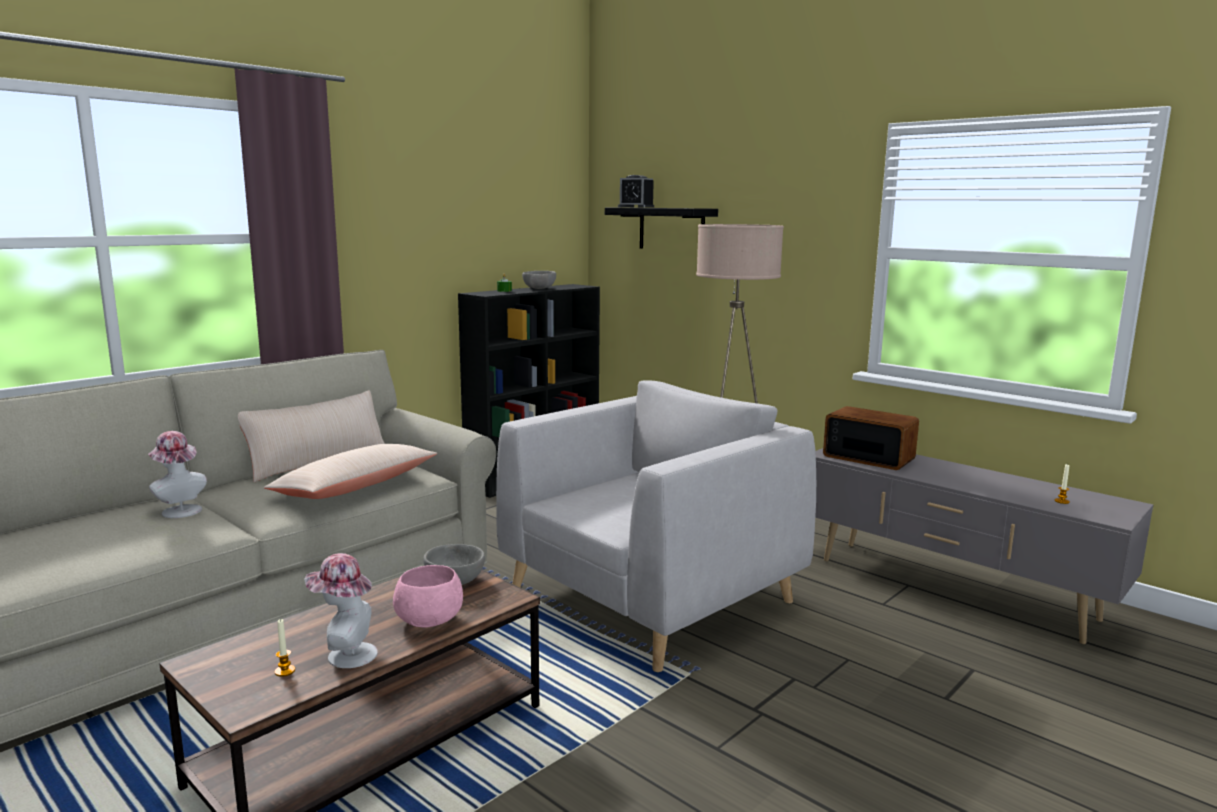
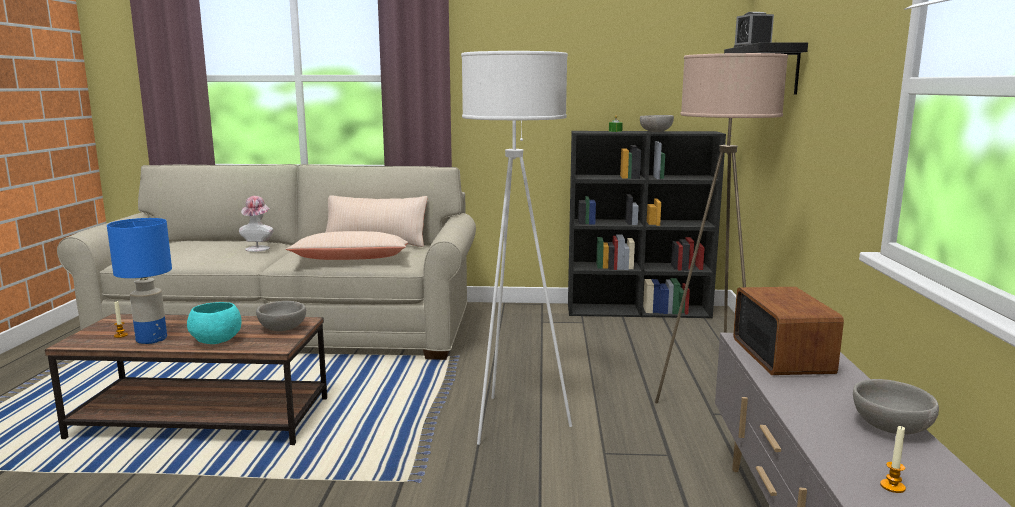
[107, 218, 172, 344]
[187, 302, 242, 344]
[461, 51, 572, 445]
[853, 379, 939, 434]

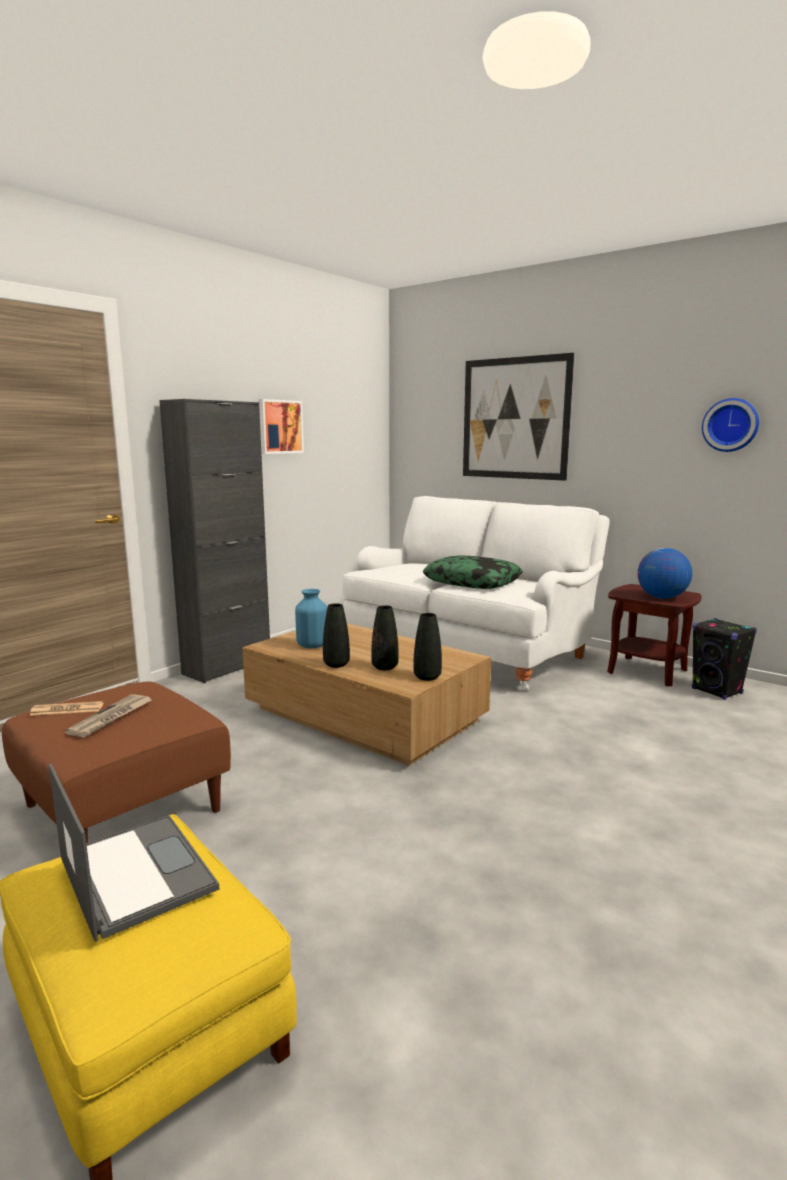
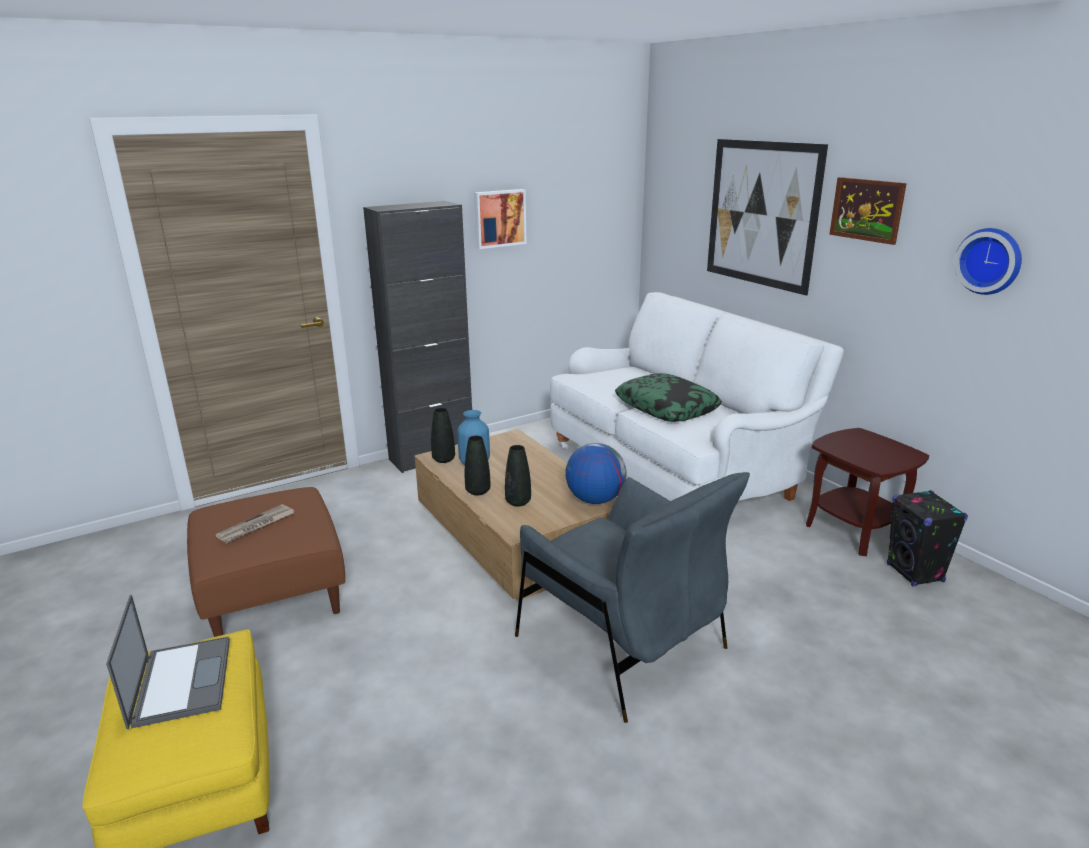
[431, 408, 455, 463]
[515, 472, 750, 723]
[565, 443, 627, 504]
[829, 177, 907, 245]
[29, 701, 104, 716] (first image)

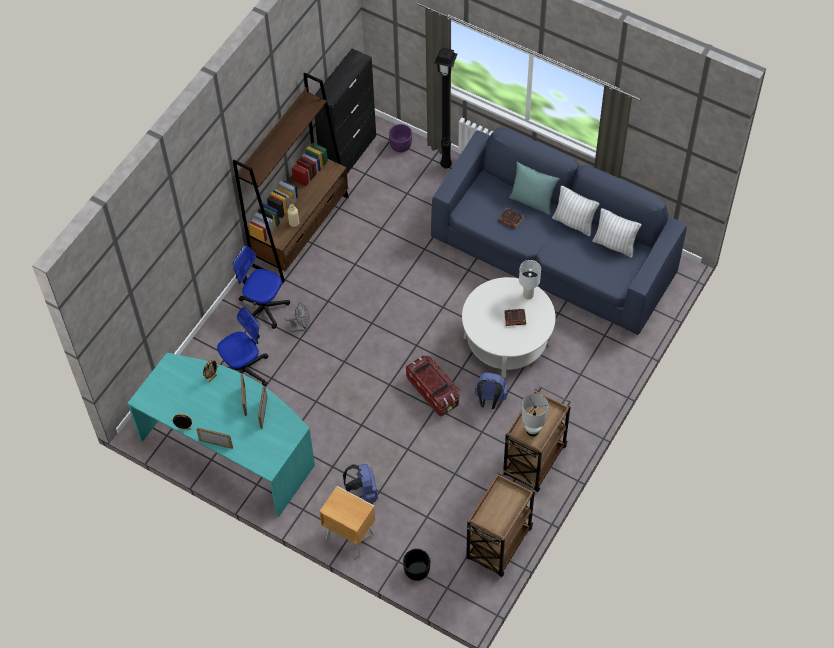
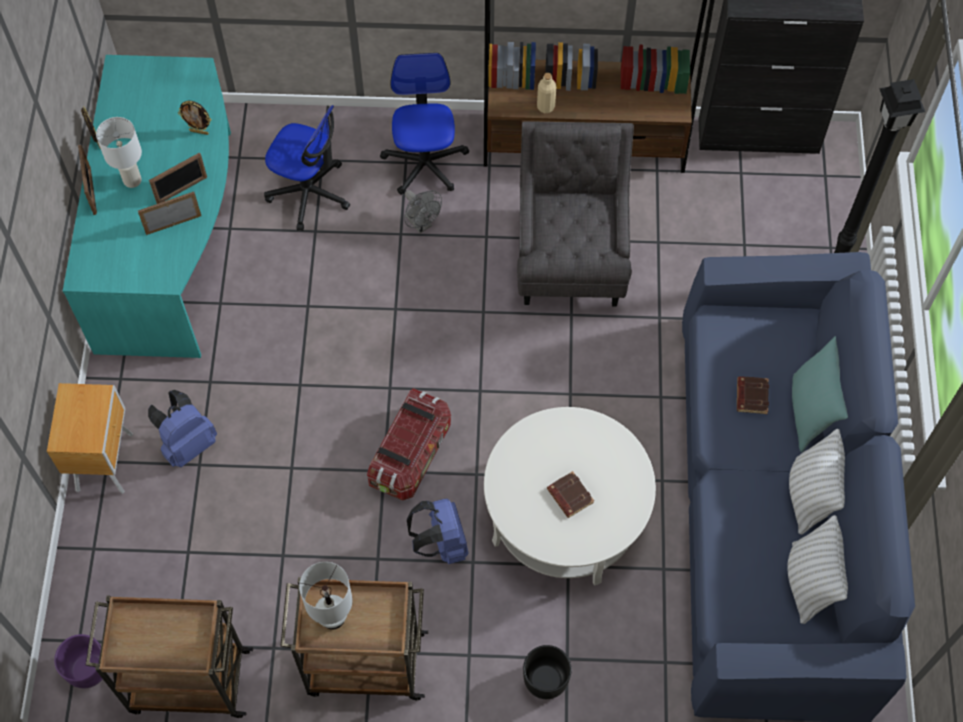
[54, 634, 107, 688]
[96, 117, 142, 188]
[517, 121, 634, 306]
[523, 645, 572, 699]

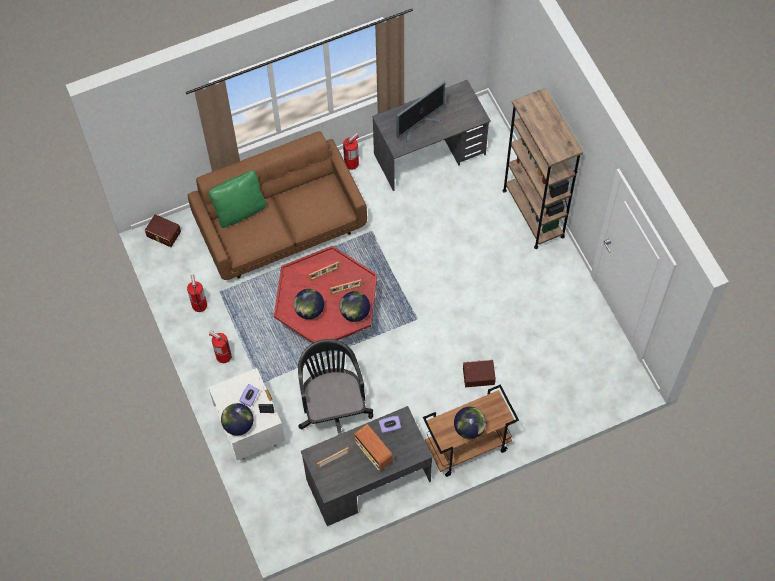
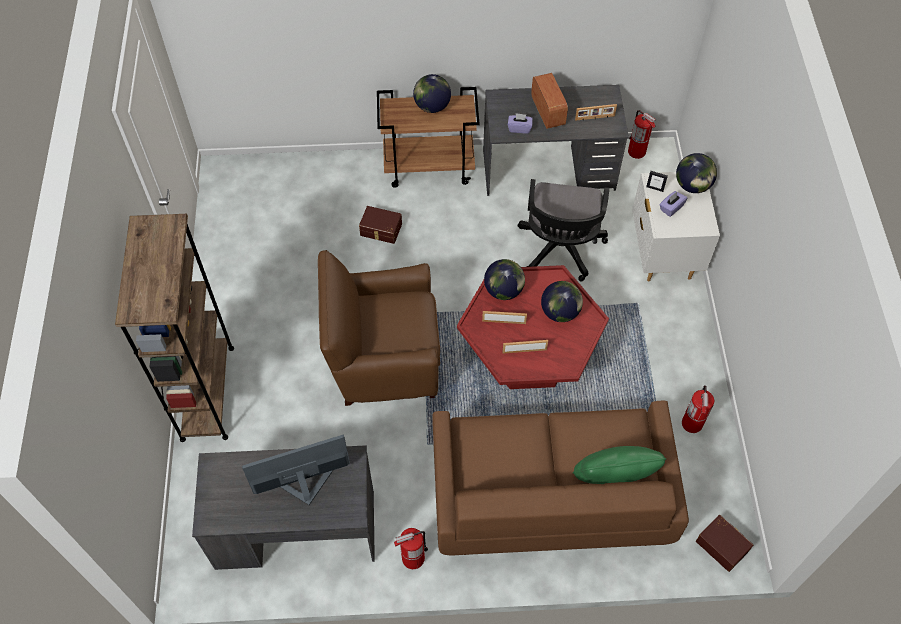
[318, 250, 440, 406]
[628, 110, 656, 159]

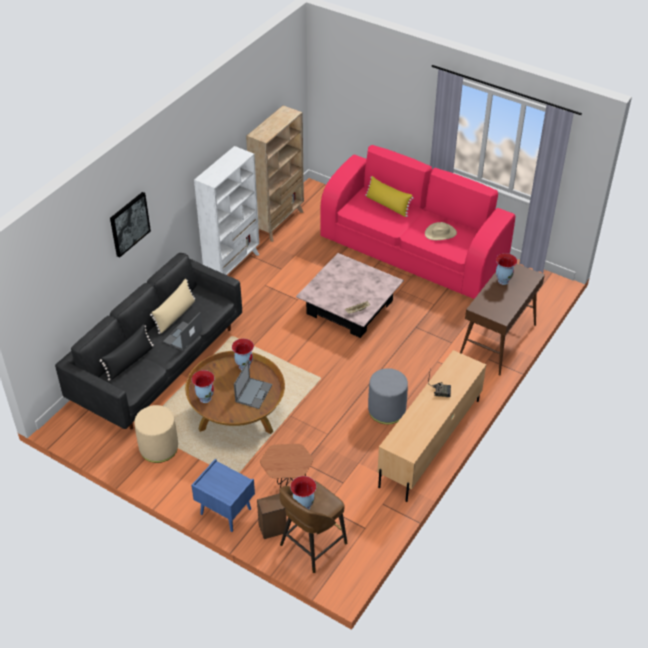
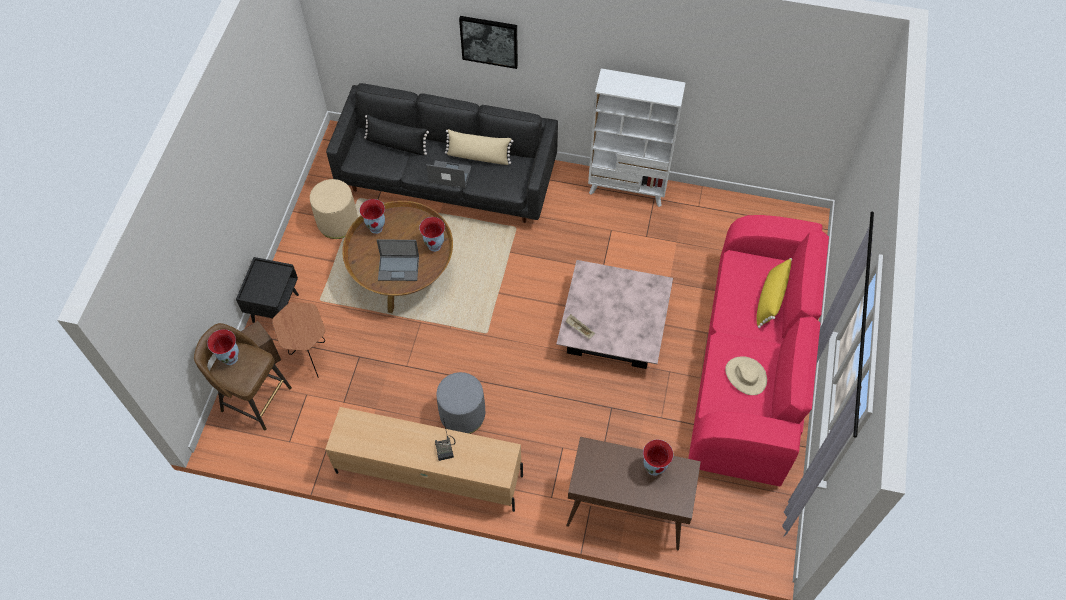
[236, 257, 299, 323]
[246, 105, 304, 242] (first image)

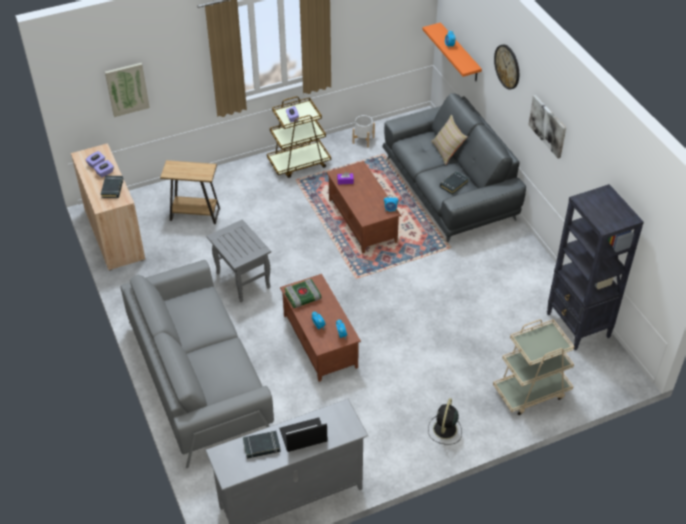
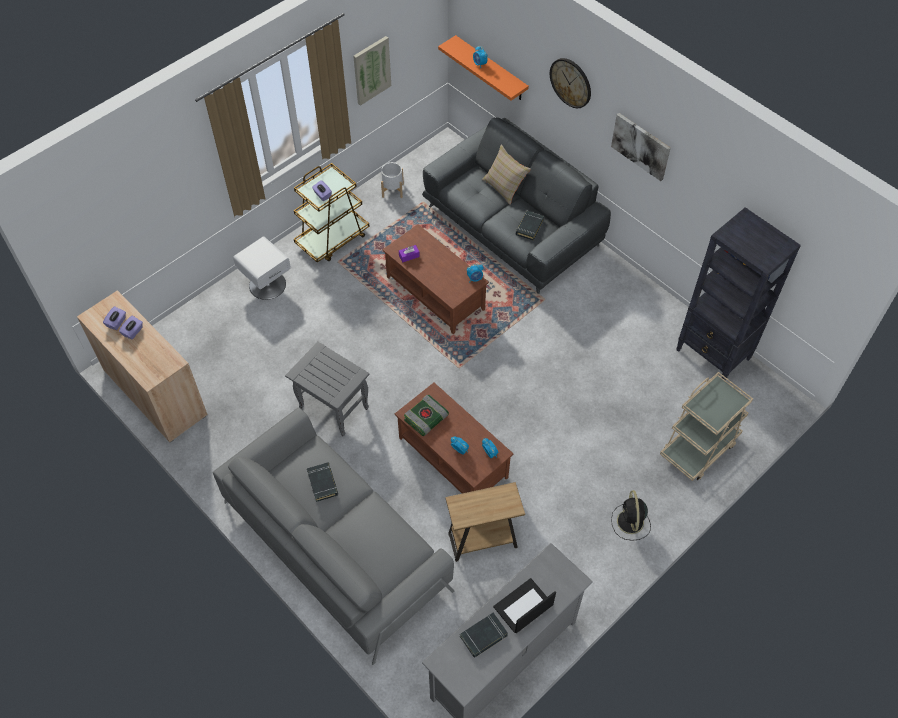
[233, 237, 291, 300]
[307, 462, 338, 502]
[353, 36, 391, 106]
[445, 482, 525, 562]

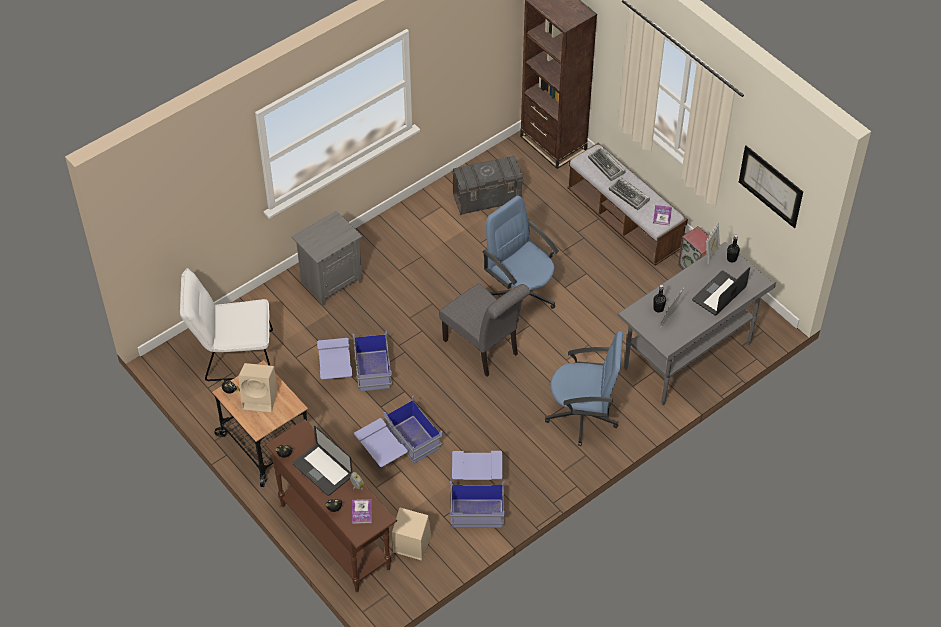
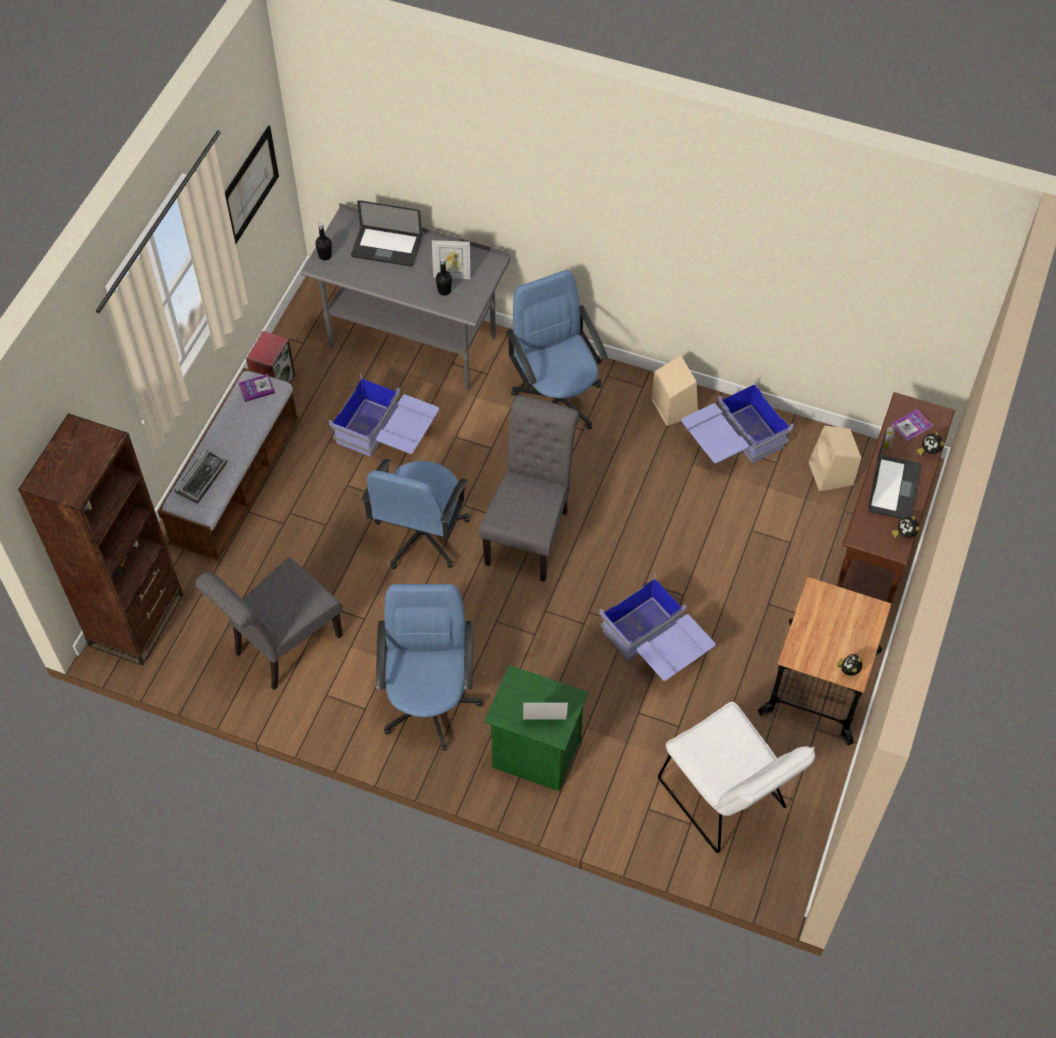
[195, 557, 343, 690]
[329, 373, 439, 457]
[376, 584, 483, 751]
[484, 665, 588, 791]
[523, 703, 568, 720]
[652, 355, 698, 426]
[609, 177, 650, 210] (first image)

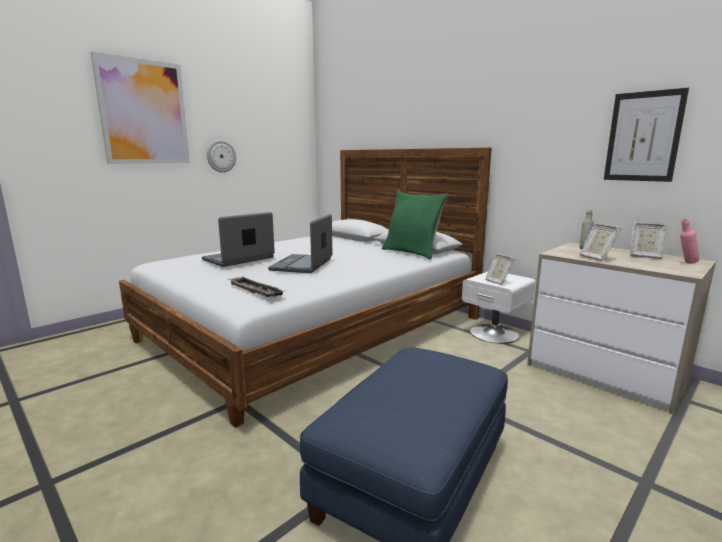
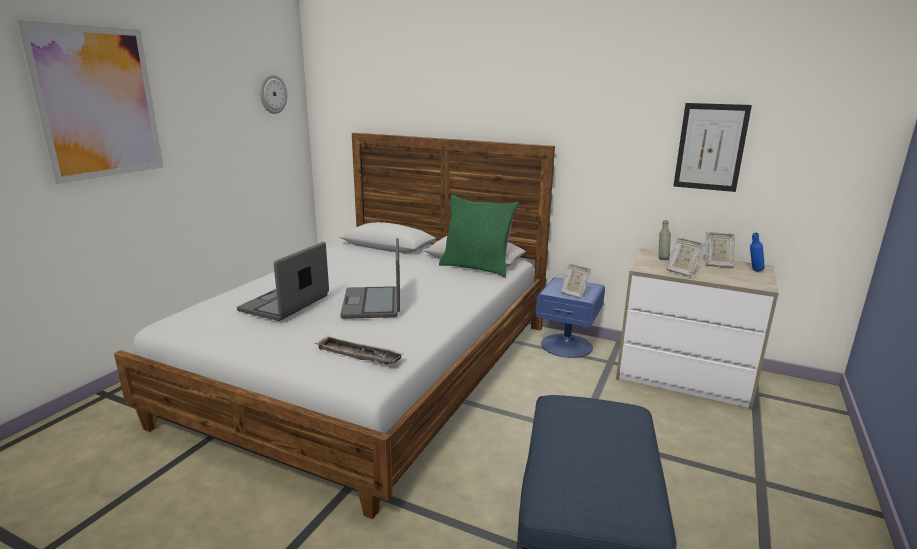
[260, 74, 287, 114]
[536, 277, 605, 358]
[750, 232, 764, 271]

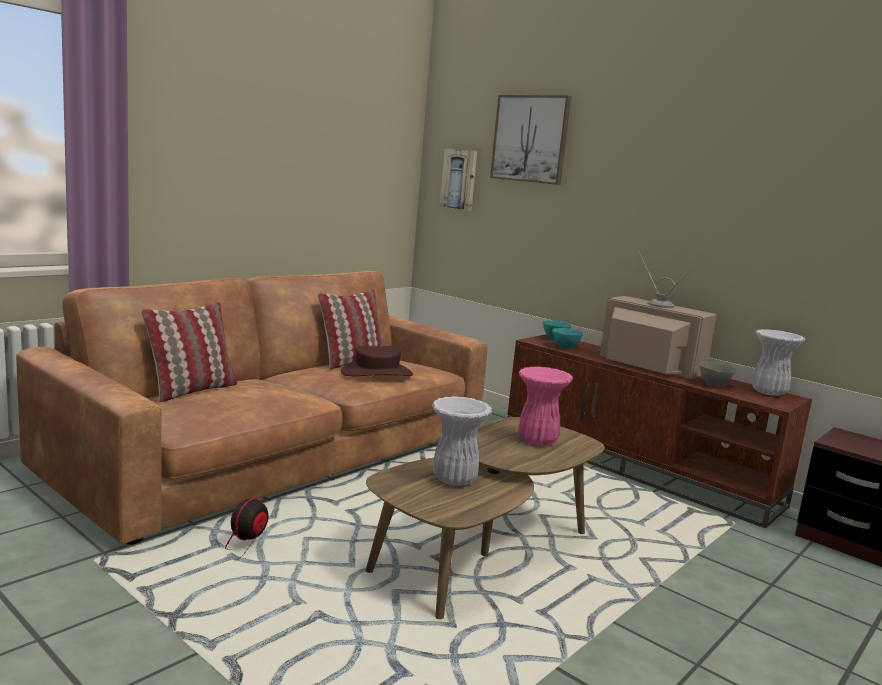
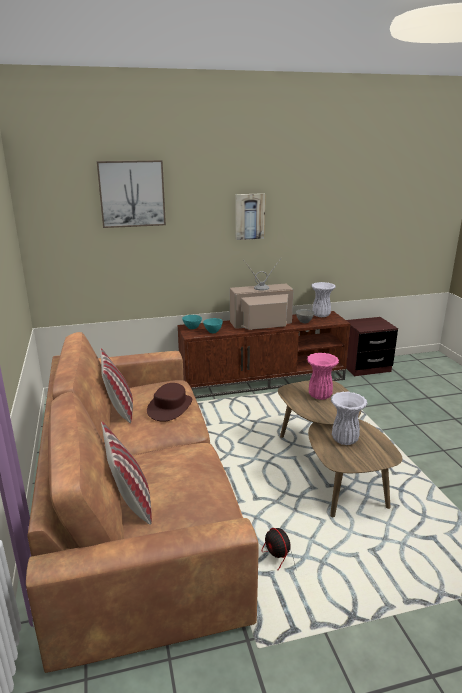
[235, 193, 265, 240]

